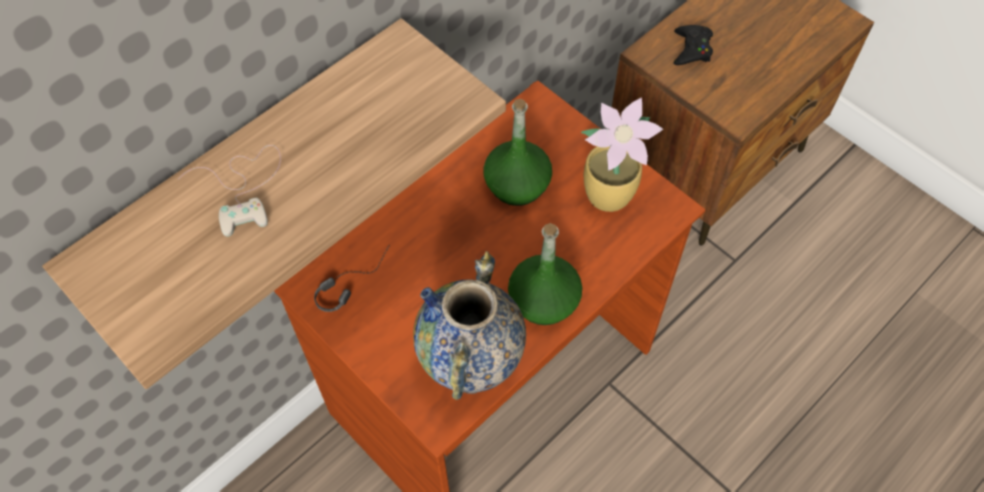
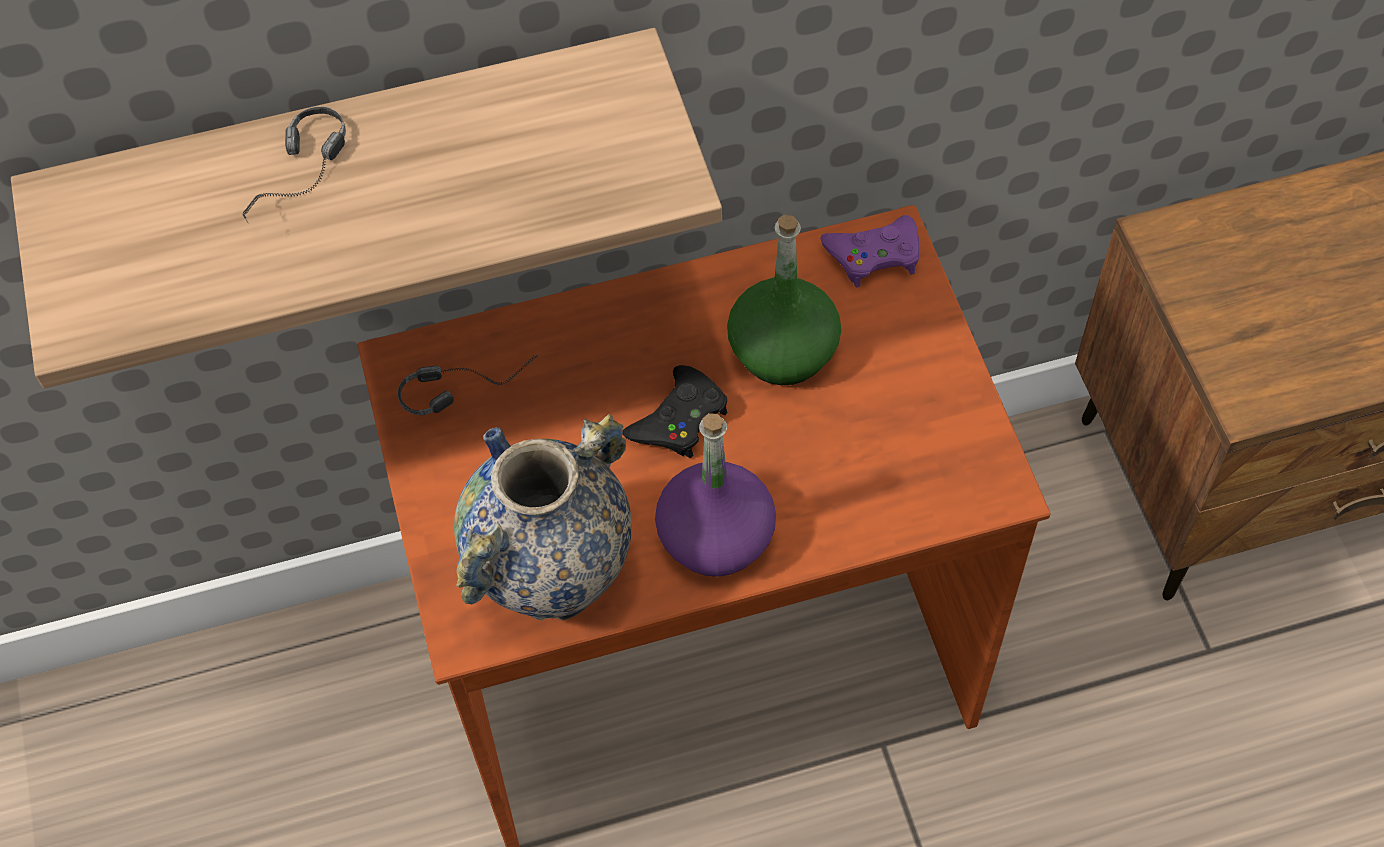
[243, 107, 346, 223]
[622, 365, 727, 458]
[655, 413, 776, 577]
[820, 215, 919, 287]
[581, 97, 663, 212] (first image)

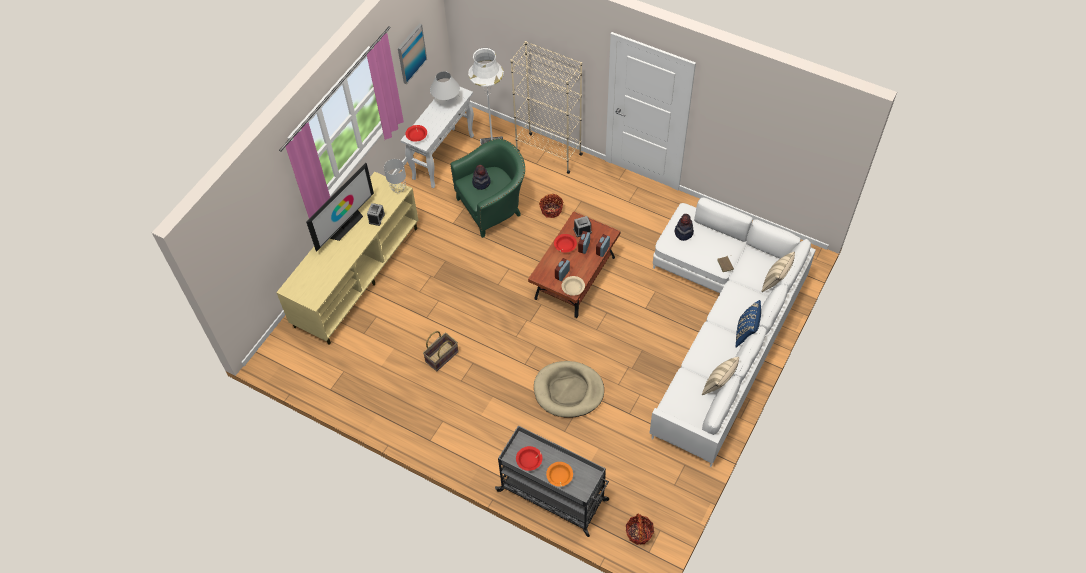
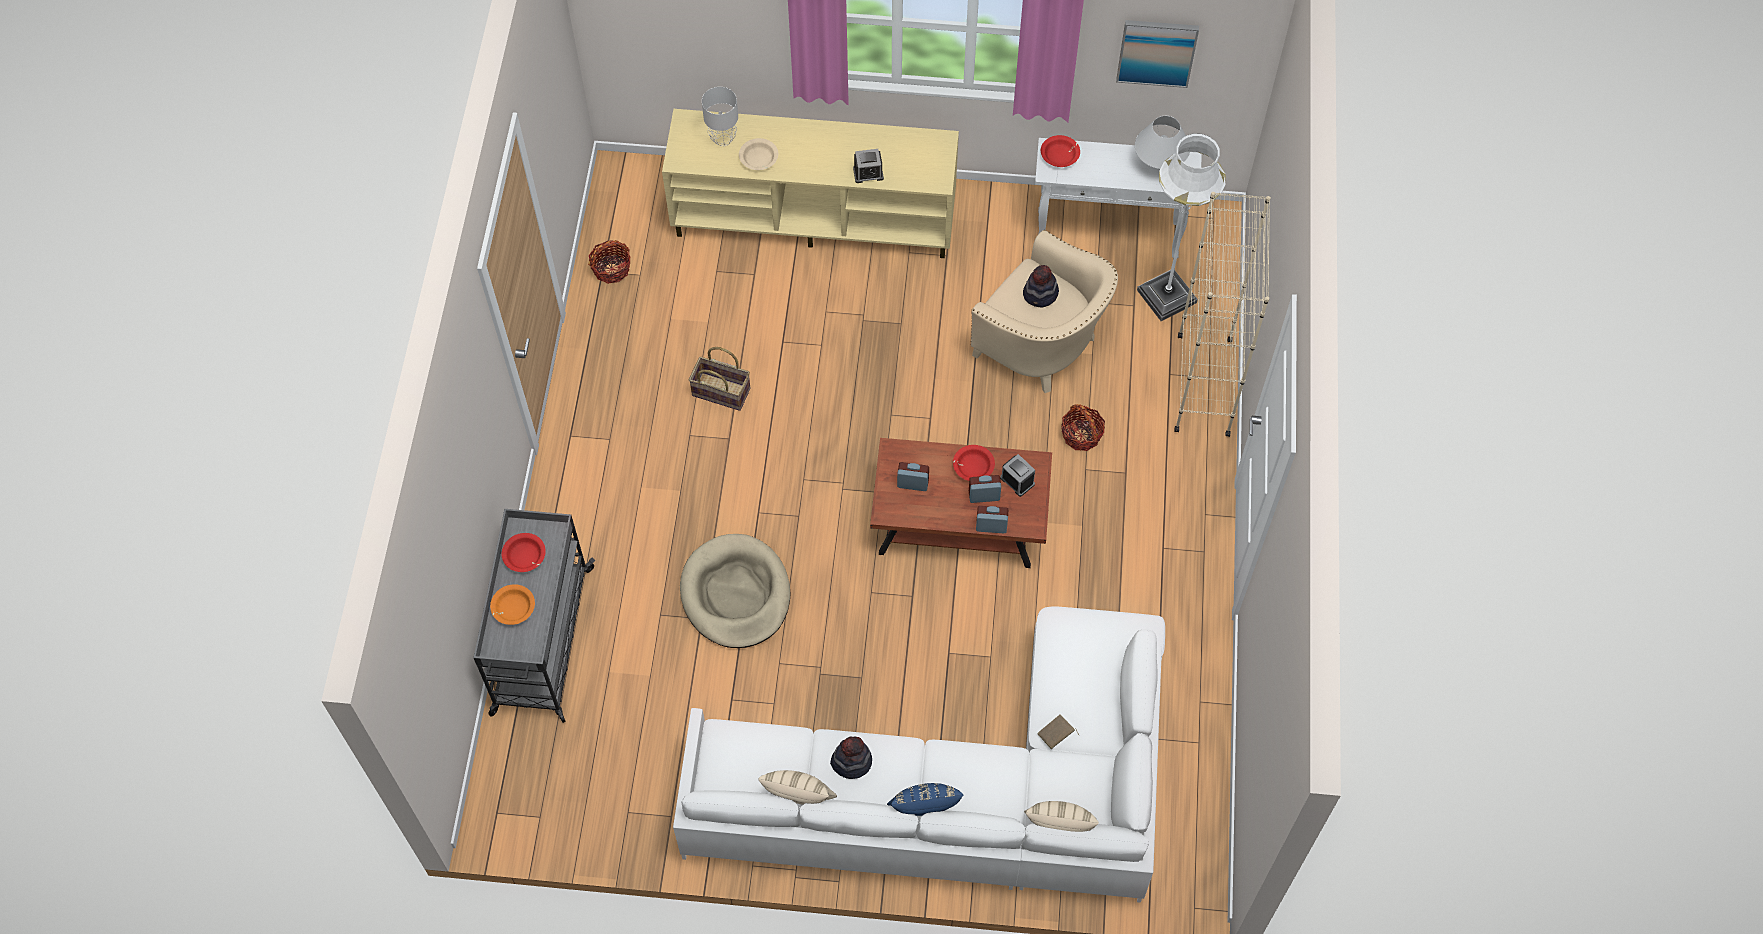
[588, 240, 631, 284]
[702, 87, 738, 146]
[739, 138, 778, 170]
[830, 736, 872, 779]
[971, 230, 1118, 393]
[306, 163, 374, 252] (first image)

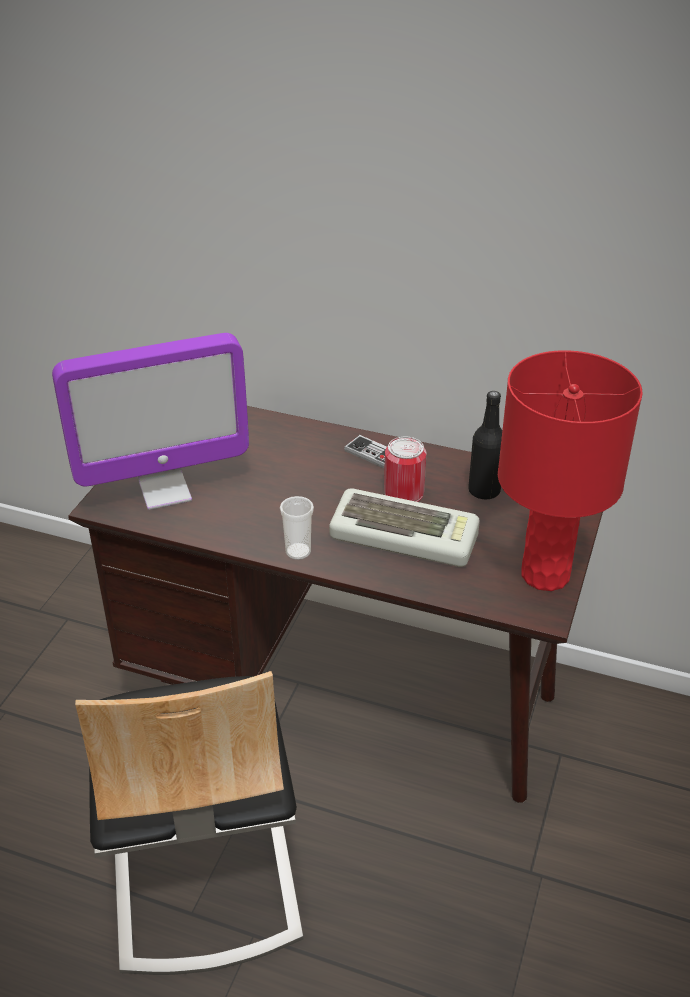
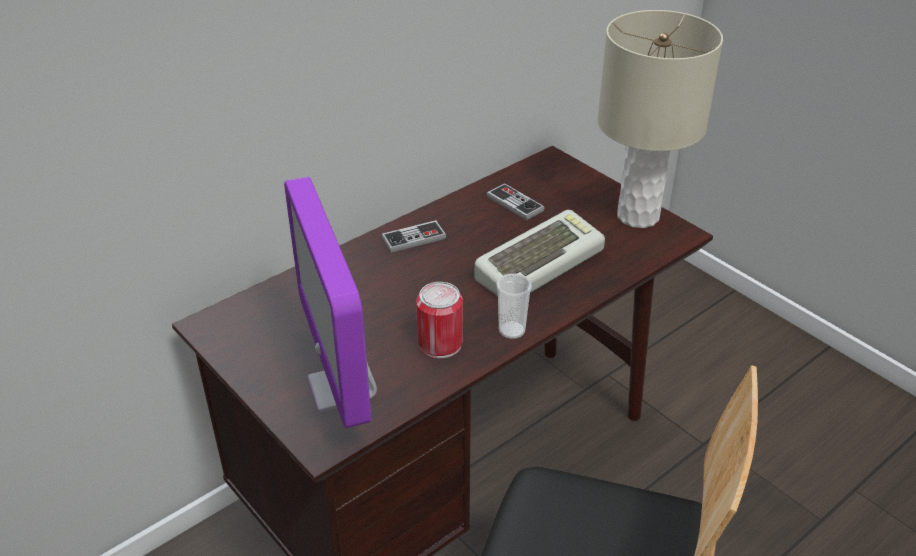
[284, 177, 377, 428]
[416, 282, 463, 358]
[486, 183, 544, 221]
[597, 10, 723, 228]

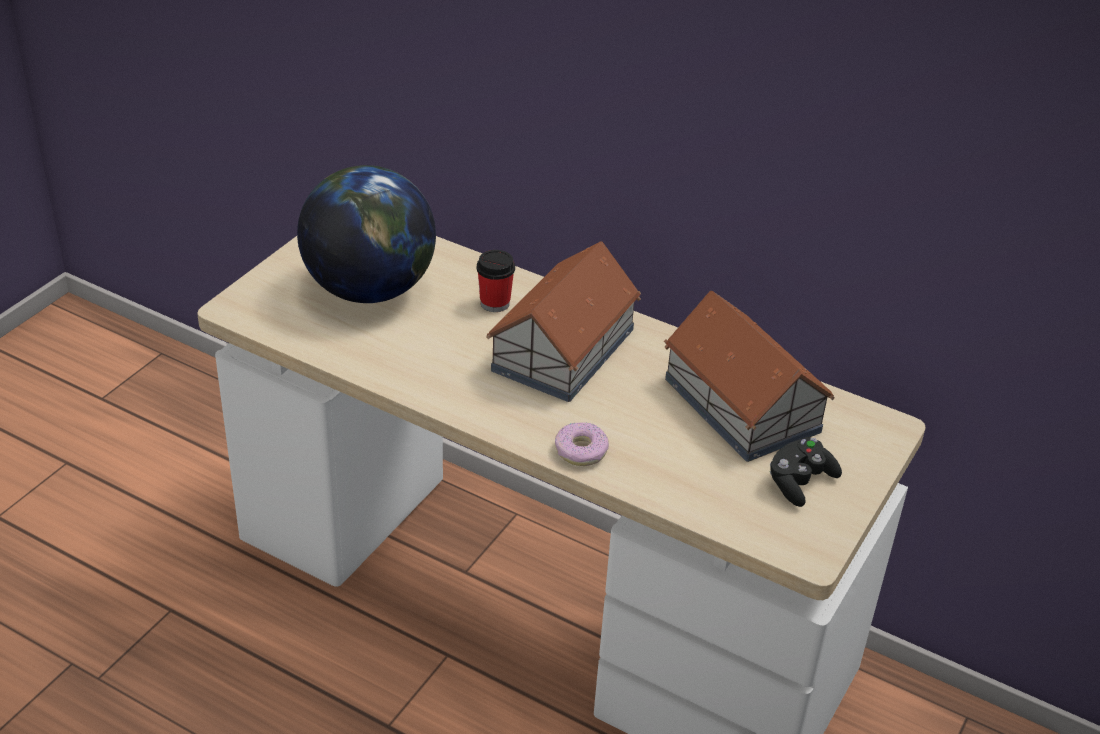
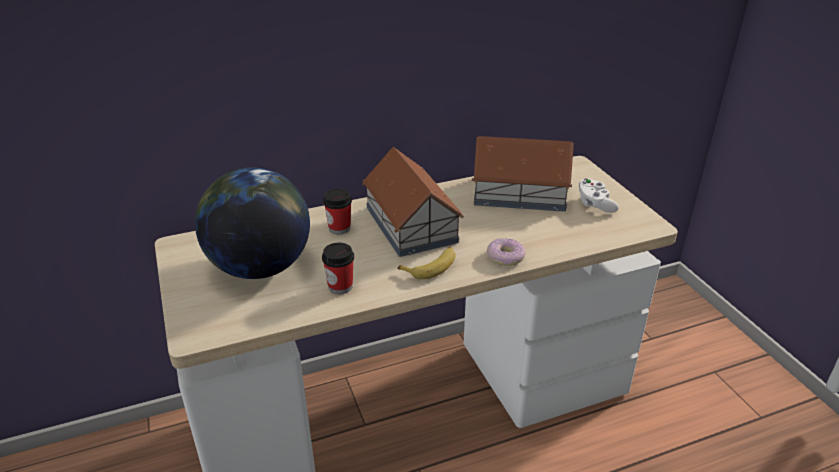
[322, 243, 354, 294]
[397, 247, 456, 279]
[579, 178, 619, 213]

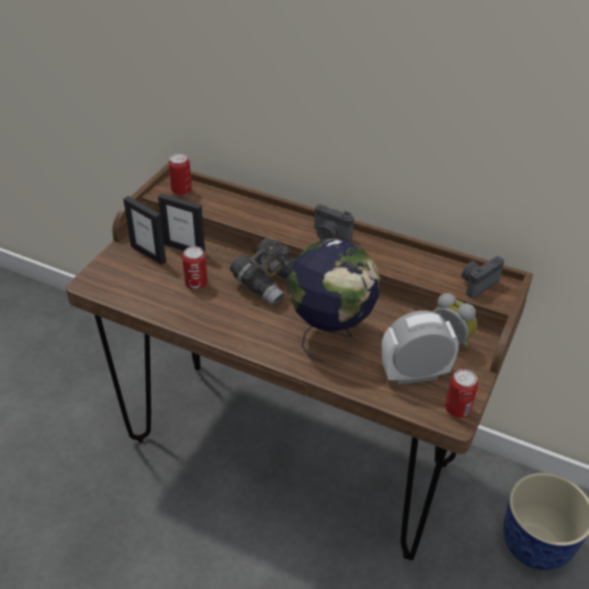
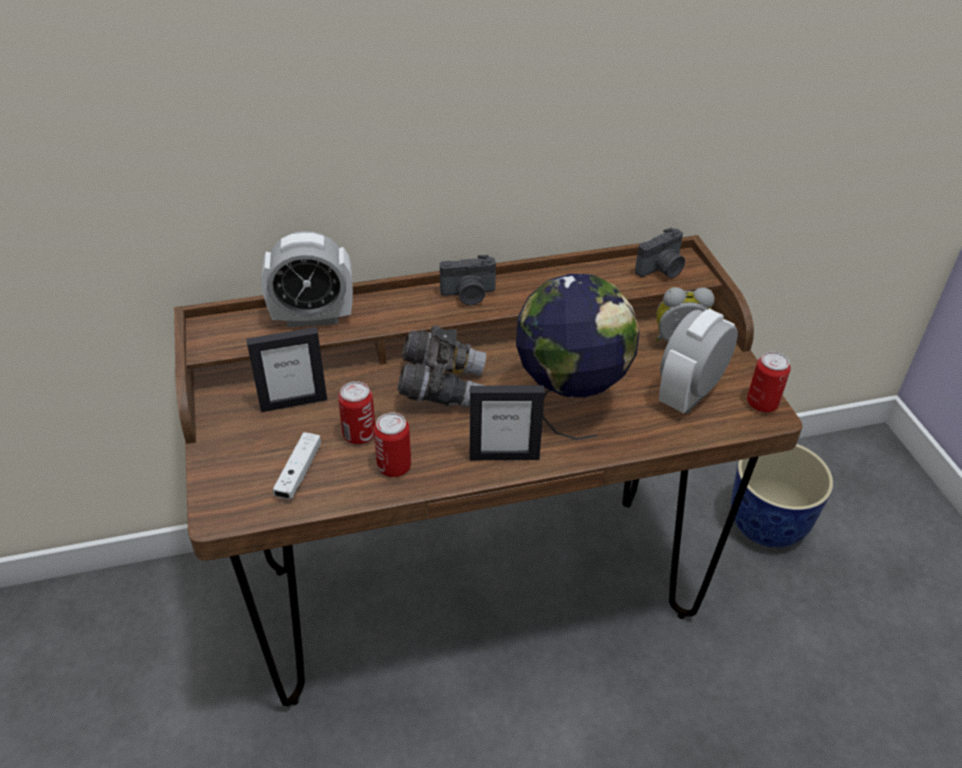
[261, 231, 353, 327]
[273, 432, 321, 499]
[374, 412, 411, 477]
[470, 385, 545, 460]
[635, 227, 685, 278]

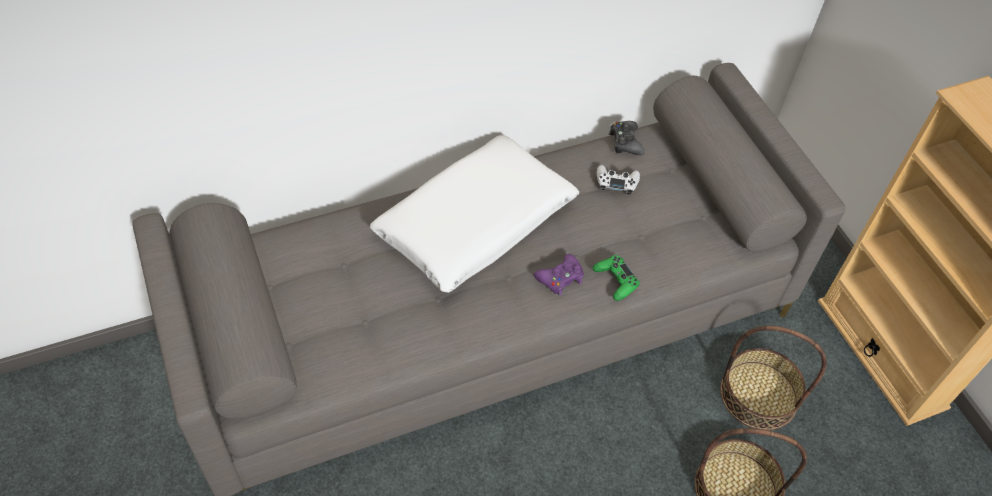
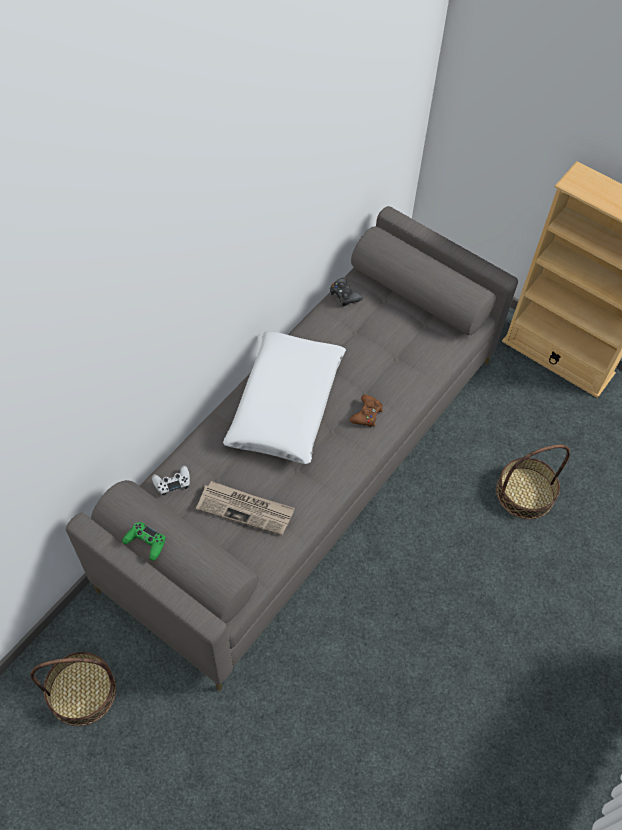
[30, 652, 116, 726]
[122, 522, 166, 561]
[152, 465, 190, 496]
[196, 481, 295, 535]
[349, 395, 383, 427]

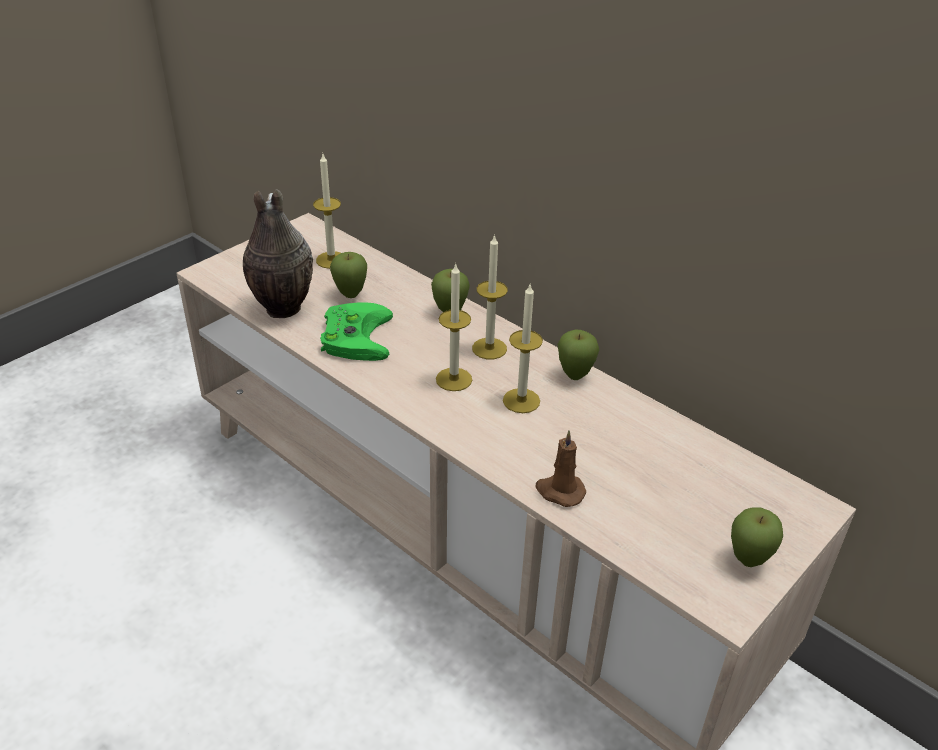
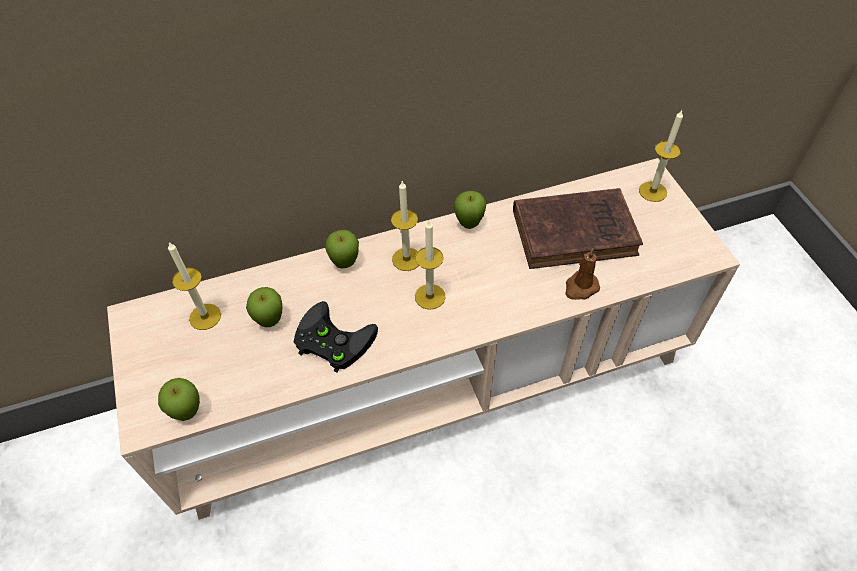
[158, 378, 200, 421]
[294, 301, 378, 373]
[513, 188, 643, 269]
[639, 110, 683, 202]
[243, 189, 313, 318] (first image)

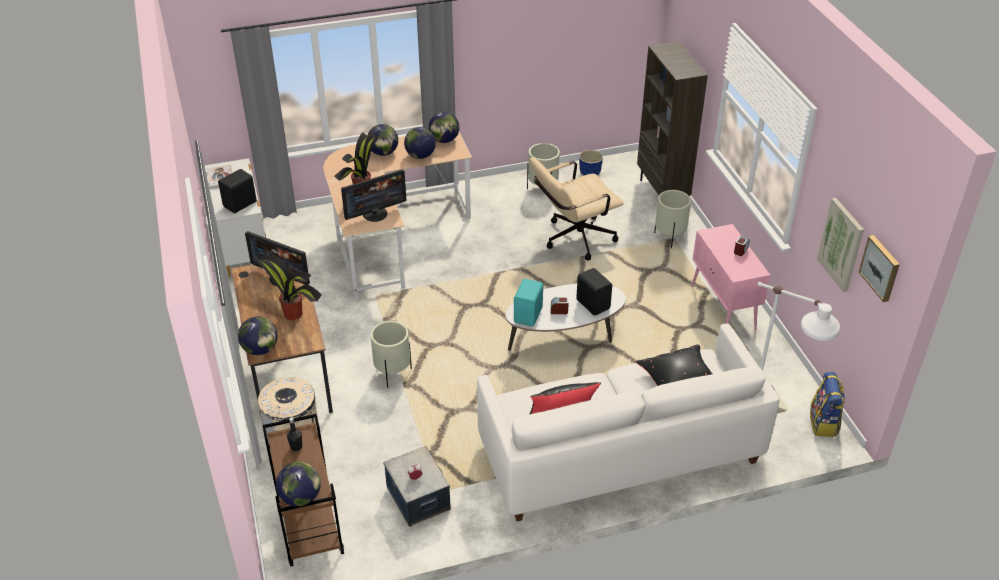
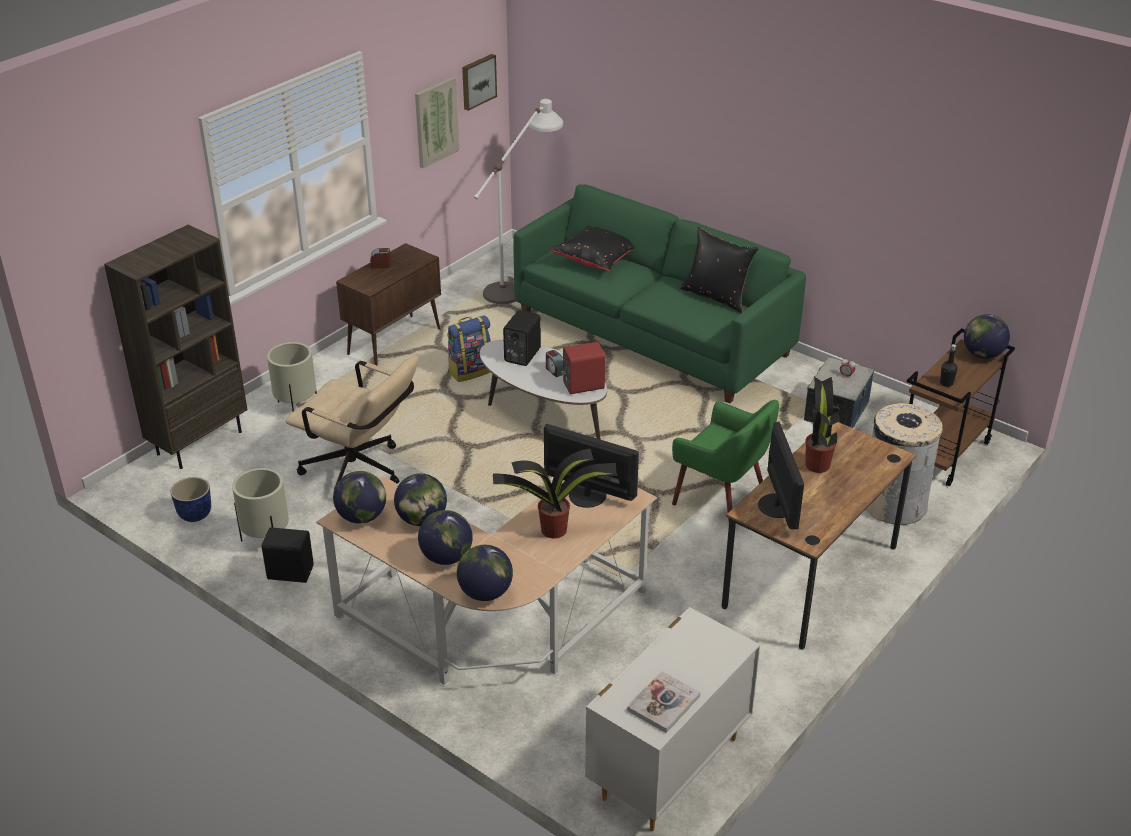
[262, 527, 313, 583]
[336, 243, 441, 365]
[447, 316, 491, 382]
[457, 545, 513, 601]
[513, 184, 806, 404]
[561, 342, 605, 394]
[672, 400, 779, 520]

